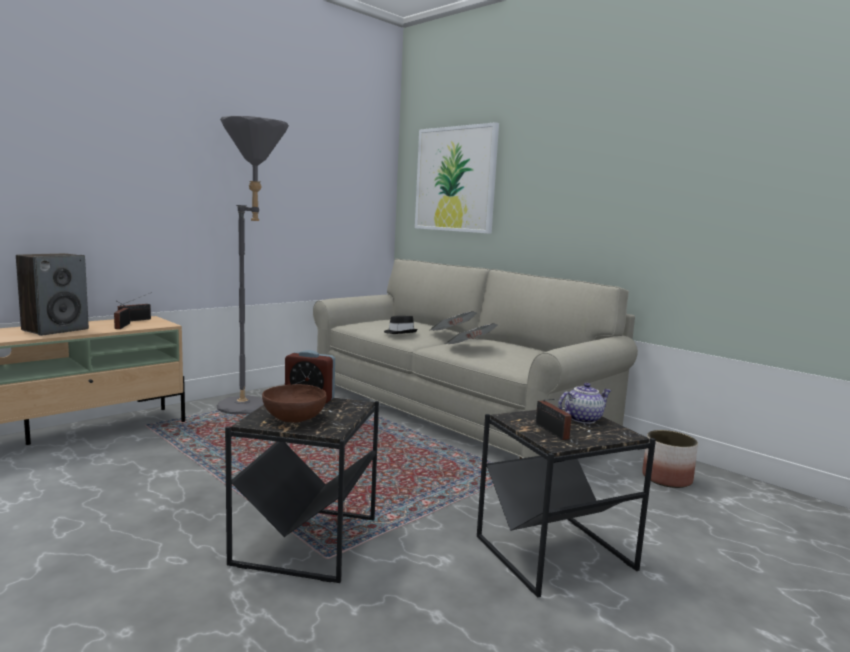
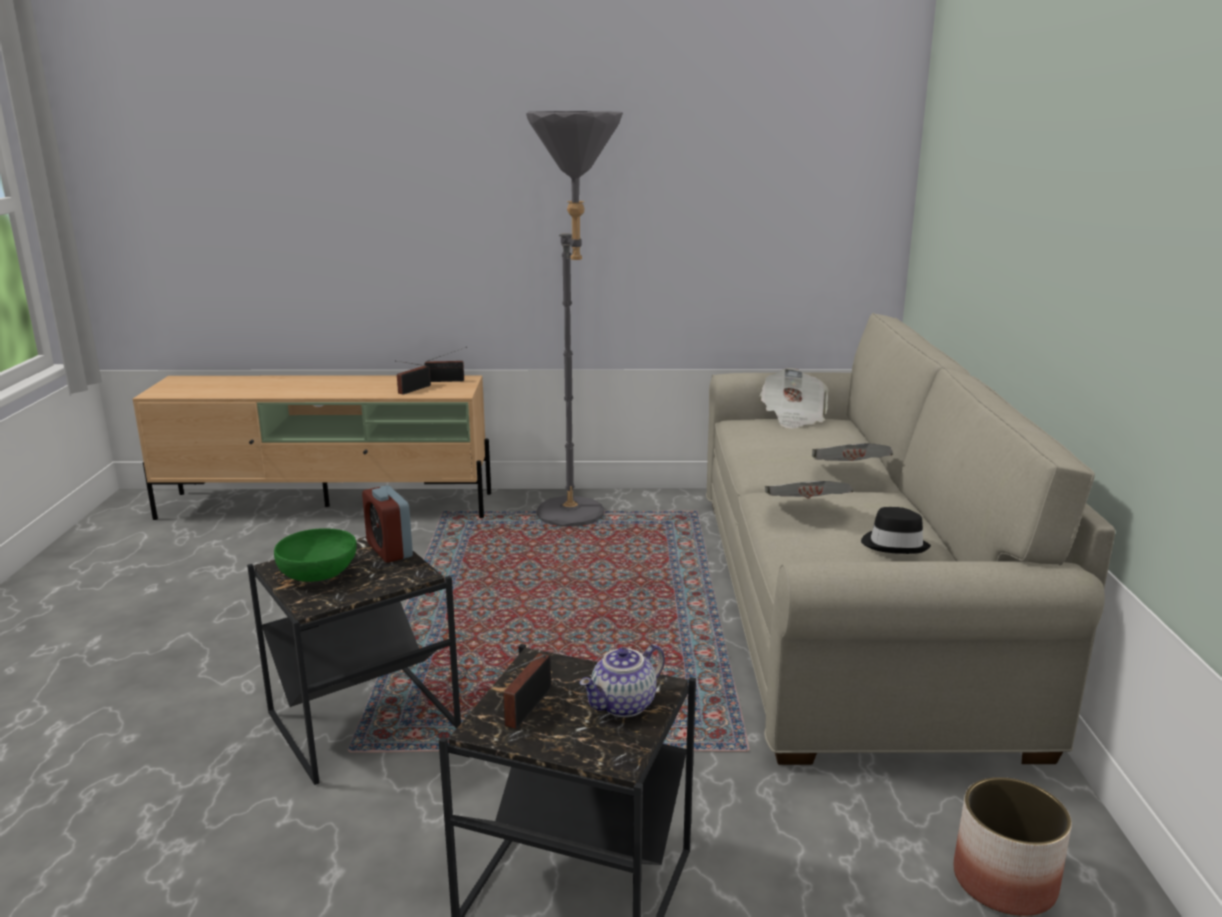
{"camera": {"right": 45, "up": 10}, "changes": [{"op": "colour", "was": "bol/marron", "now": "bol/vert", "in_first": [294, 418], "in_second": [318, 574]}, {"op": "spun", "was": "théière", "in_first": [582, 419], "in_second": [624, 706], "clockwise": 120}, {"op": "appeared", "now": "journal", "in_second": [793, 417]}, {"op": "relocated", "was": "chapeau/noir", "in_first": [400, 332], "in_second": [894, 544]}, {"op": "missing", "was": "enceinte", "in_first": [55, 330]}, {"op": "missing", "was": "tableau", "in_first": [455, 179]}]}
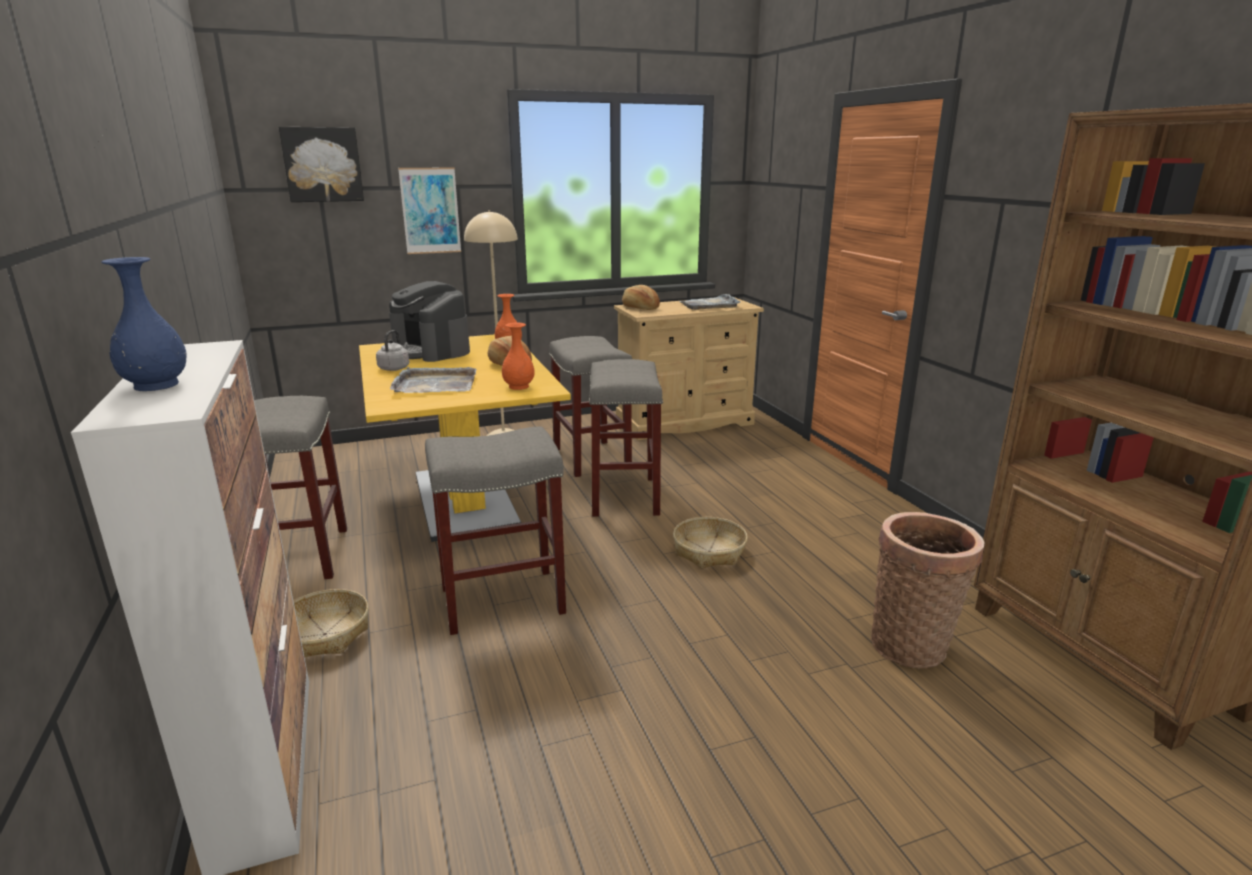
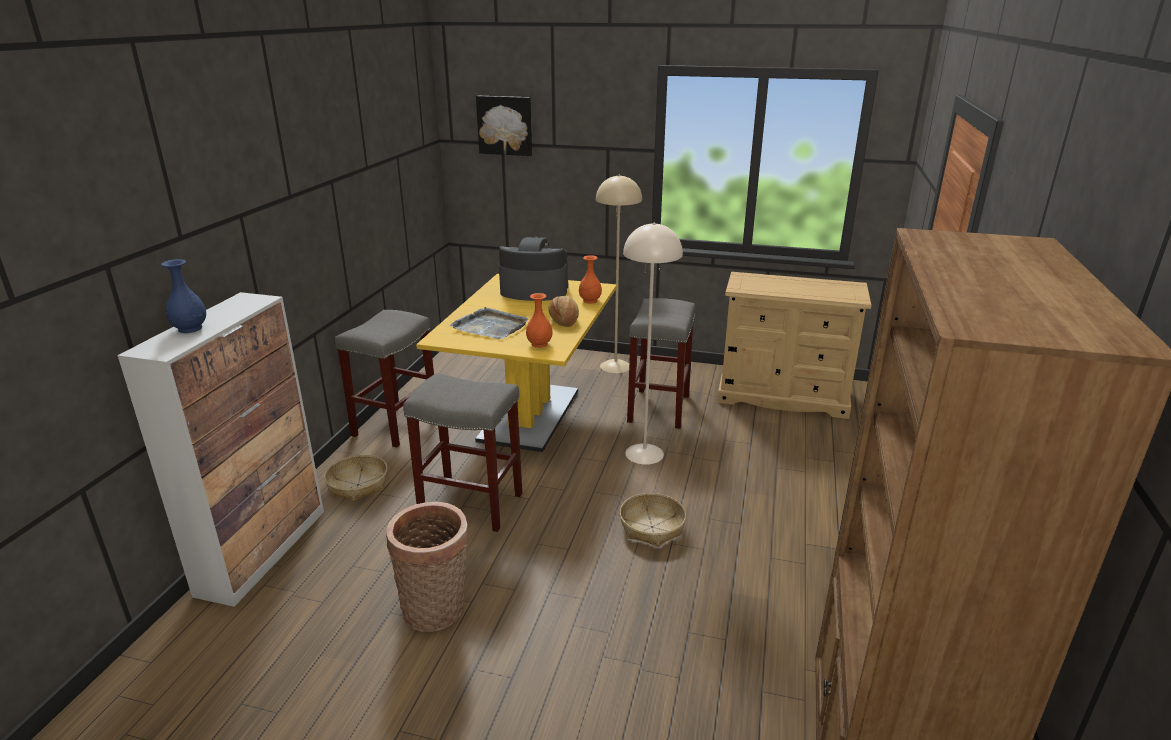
{"camera": {"right": 35, "up": 5}, "changes": [{"op": "relocated", "was": "panier", "in_first": [912, 644], "in_second": [437, 610]}, {"op": "spun", "was": "machine à café", "in_first": [431, 350], "in_second": [534, 291], "clockwise": 105}, {"op": "exchanged", "was": "tabouret/gris", "now": "lampadaire/beige", "in_first": [625, 497], "in_second": [644, 454]}, {"op": "missing", "was": "bouilloire/gris", "in_first": [395, 368]}, {"op": "missing", "was": "tableau", "in_first": [430, 211]}, {"op": "missing", "was": "pain", "in_first": [640, 307]}, {"op": "missing", "was": "plateau/gris", "in_first": [710, 305]}]}
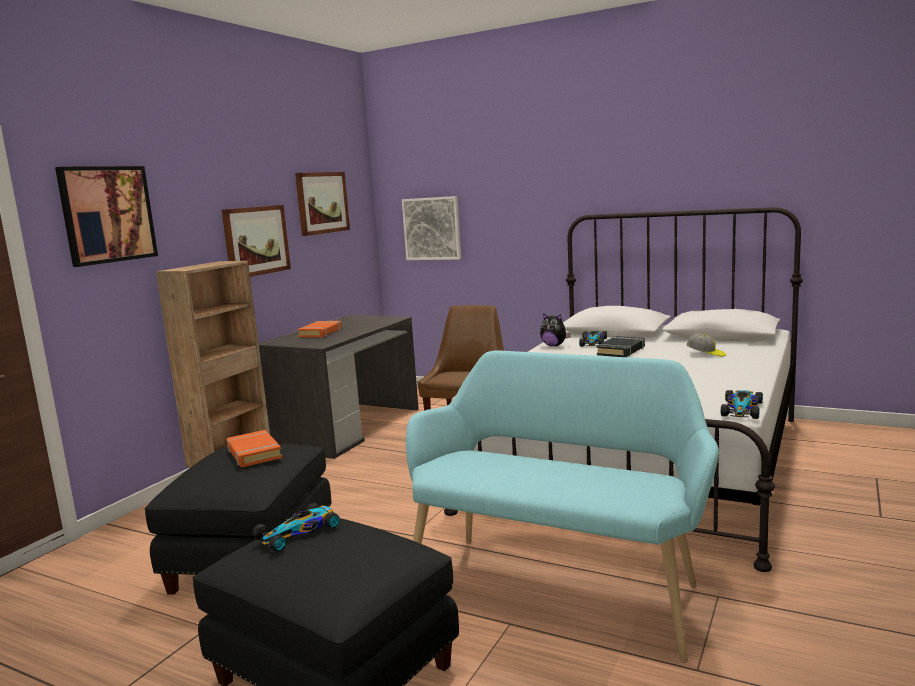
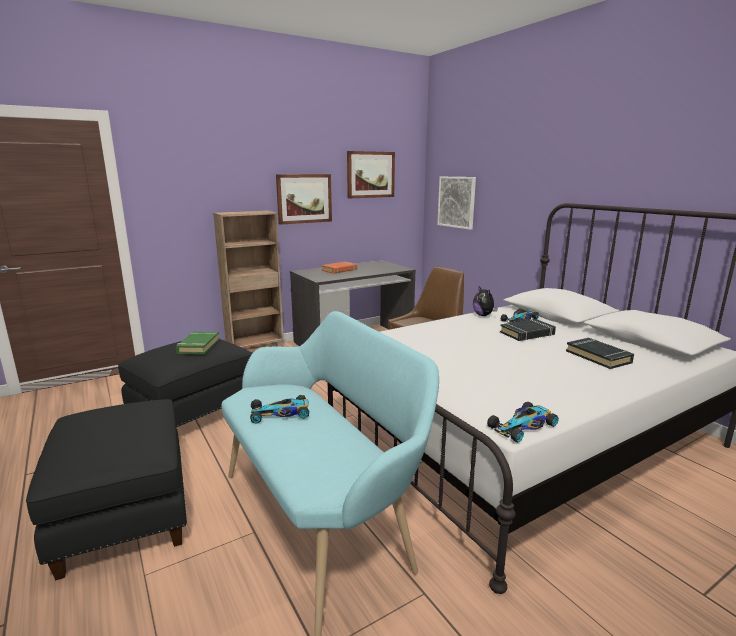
{"camera": {"right": 30, "up": 5}, "changes": [{"op": "colour", "was": "livre/orange", "now": "livre/vert", "in_first": [253, 453], "in_second": [198, 346]}, {"op": "relocated", "was": "petite voiture", "in_first": [299, 532], "in_second": [281, 413]}, {"op": "exchanged", "was": "casquette", "now": "livre/noir", "in_first": [706, 354], "in_second": [598, 357]}, {"op": "missing", "was": "tableau", "in_first": [107, 214]}]}
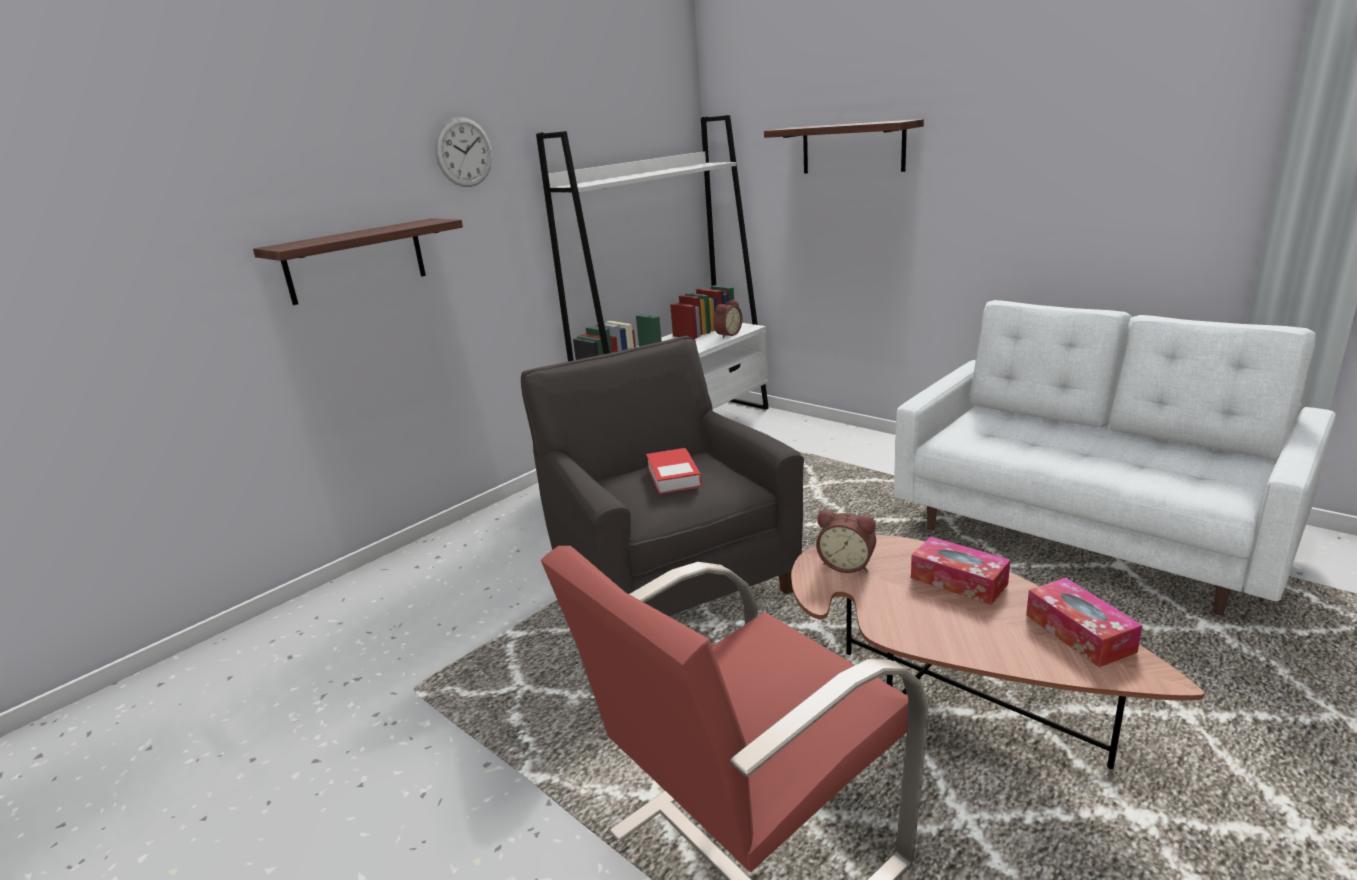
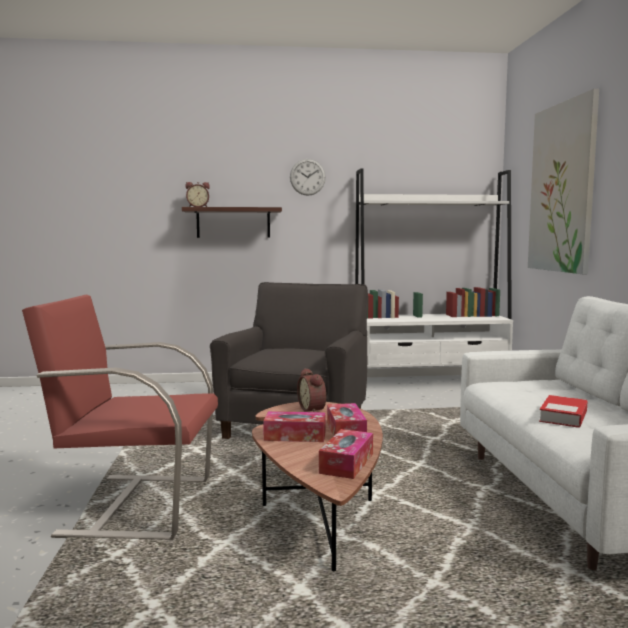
{"camera": {"right": 40, "up": -15}, "changes": [{"op": "relocated", "was": "réveil", "in_first": [727, 334], "in_second": [198, 207]}, {"op": "appeared", "now": "boîte à mouchoirs", "in_second": [295, 436]}, {"op": "exchanged", "was": "étagère", "now": "tableau", "in_first": [852, 148], "in_second": [562, 188]}, {"op": "relocated", "was": "livre", "in_first": [673, 476], "in_second": [563, 416]}]}
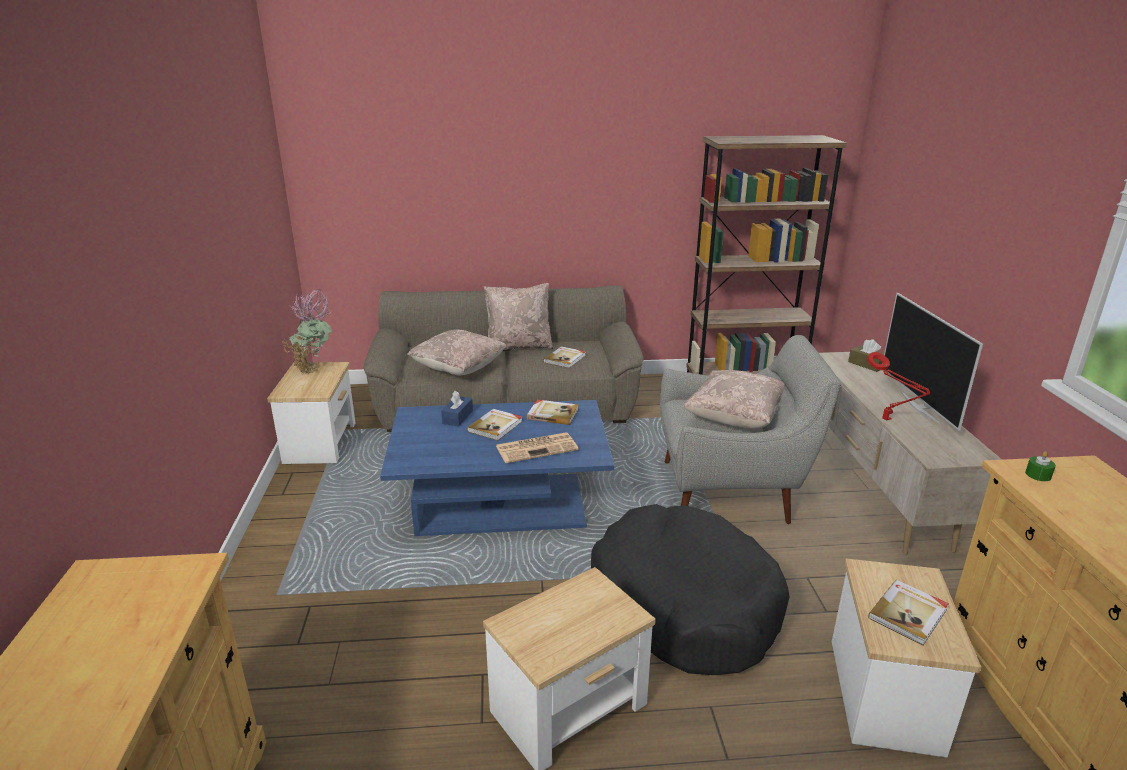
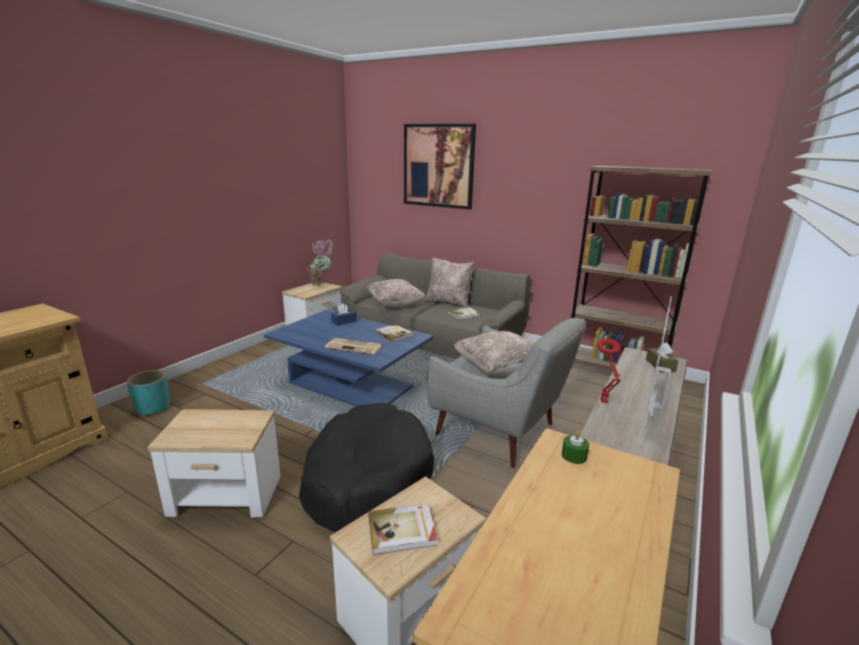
{"camera": {"right": 35, "up": -5}, "changes": [{"op": "appeared", "now": "cache-pot/turquoise", "in_second": [153, 408]}, {"op": "appeared", "now": "tableau", "in_second": [438, 166]}, {"op": "missing", "was": "livre", "in_first": [496, 426]}]}
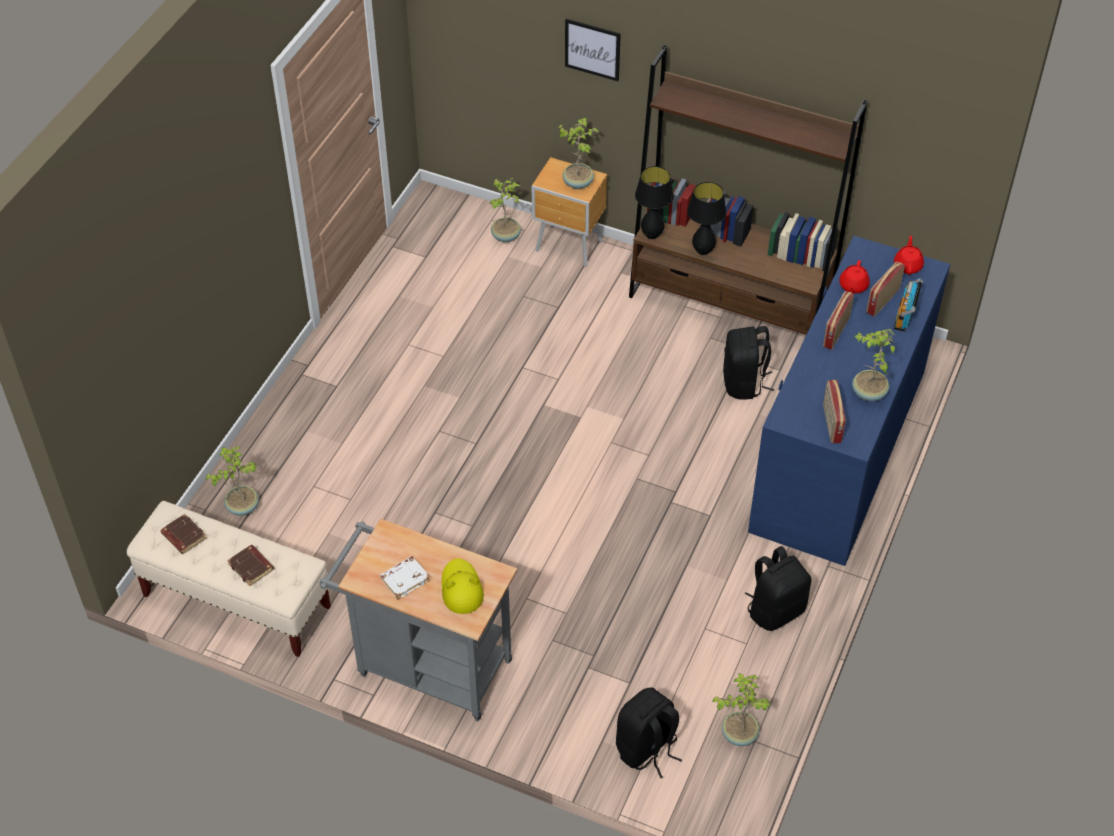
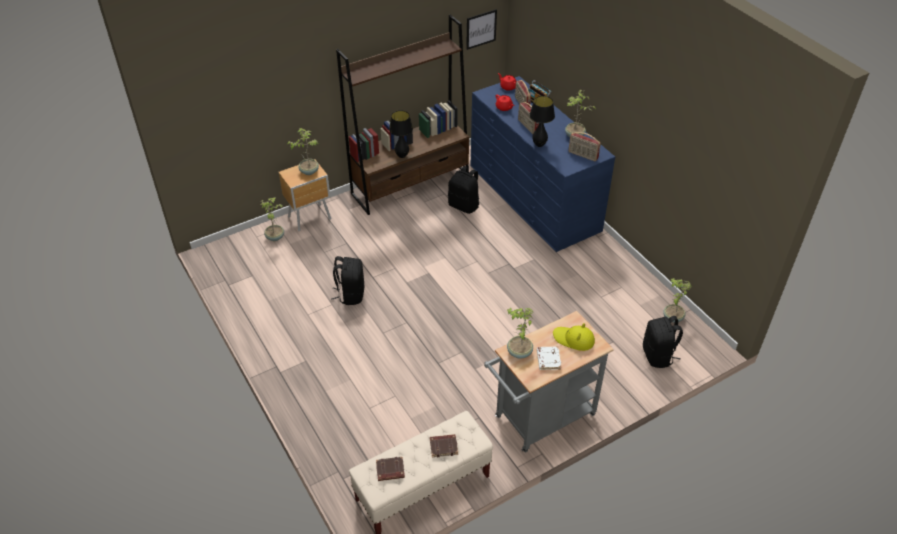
{"camera": {"right": -55, "up": -5}, "changes": [{"op": "relocated", "was": "sac à dos/noir", "in_first": [775, 610], "in_second": [350, 294]}, {"op": "relocated", "was": "tableau", "in_first": [592, 49], "in_second": [481, 29]}, {"op": "relocated", "was": "plante en pot", "in_first": [242, 506], "in_second": [518, 352]}, {"op": "relocated", "was": "lampe de table/noir", "in_first": [652, 235], "in_second": [539, 145]}]}
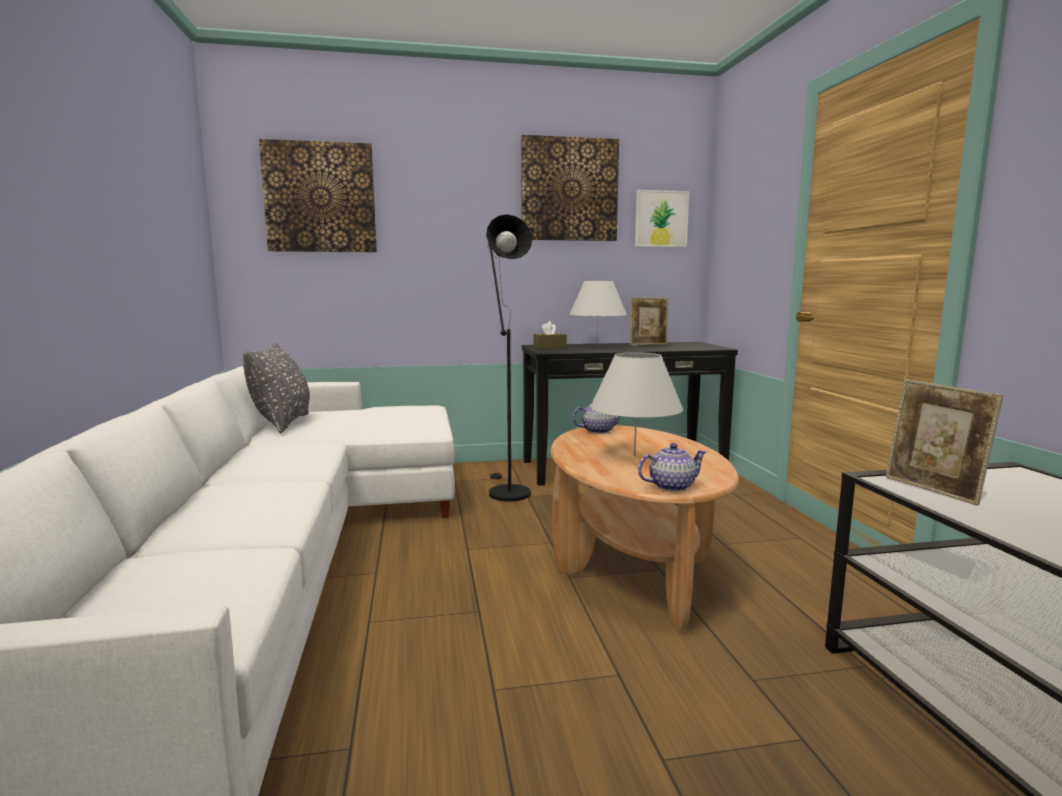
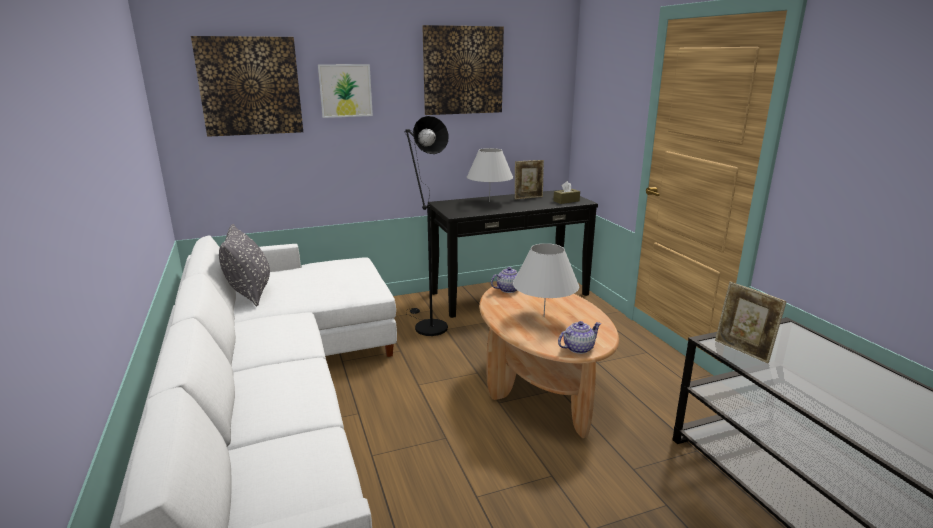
{"camera": {"right": -10, "up": 10}, "changes": [{"op": "relocated", "was": "tableau", "in_first": [661, 219], "in_second": [345, 90]}, {"op": "relocated", "was": "boîte à mouchoirs/marron", "in_first": [549, 347], "in_second": [566, 201]}]}
